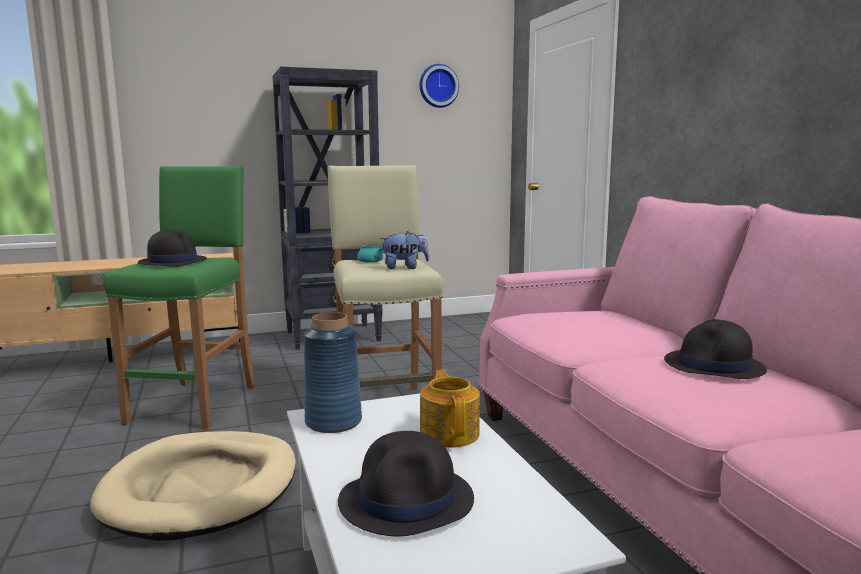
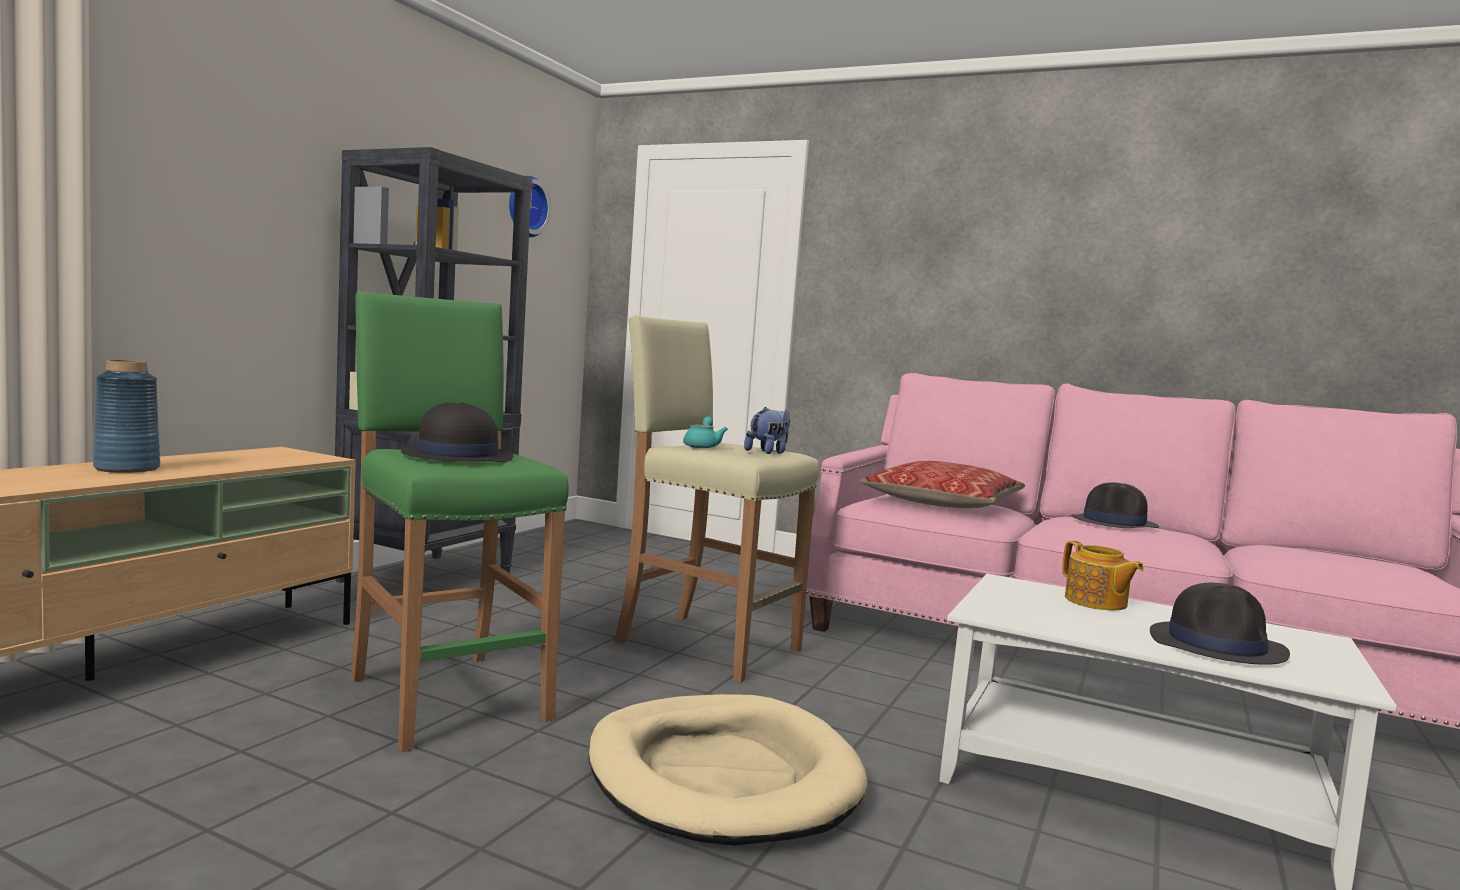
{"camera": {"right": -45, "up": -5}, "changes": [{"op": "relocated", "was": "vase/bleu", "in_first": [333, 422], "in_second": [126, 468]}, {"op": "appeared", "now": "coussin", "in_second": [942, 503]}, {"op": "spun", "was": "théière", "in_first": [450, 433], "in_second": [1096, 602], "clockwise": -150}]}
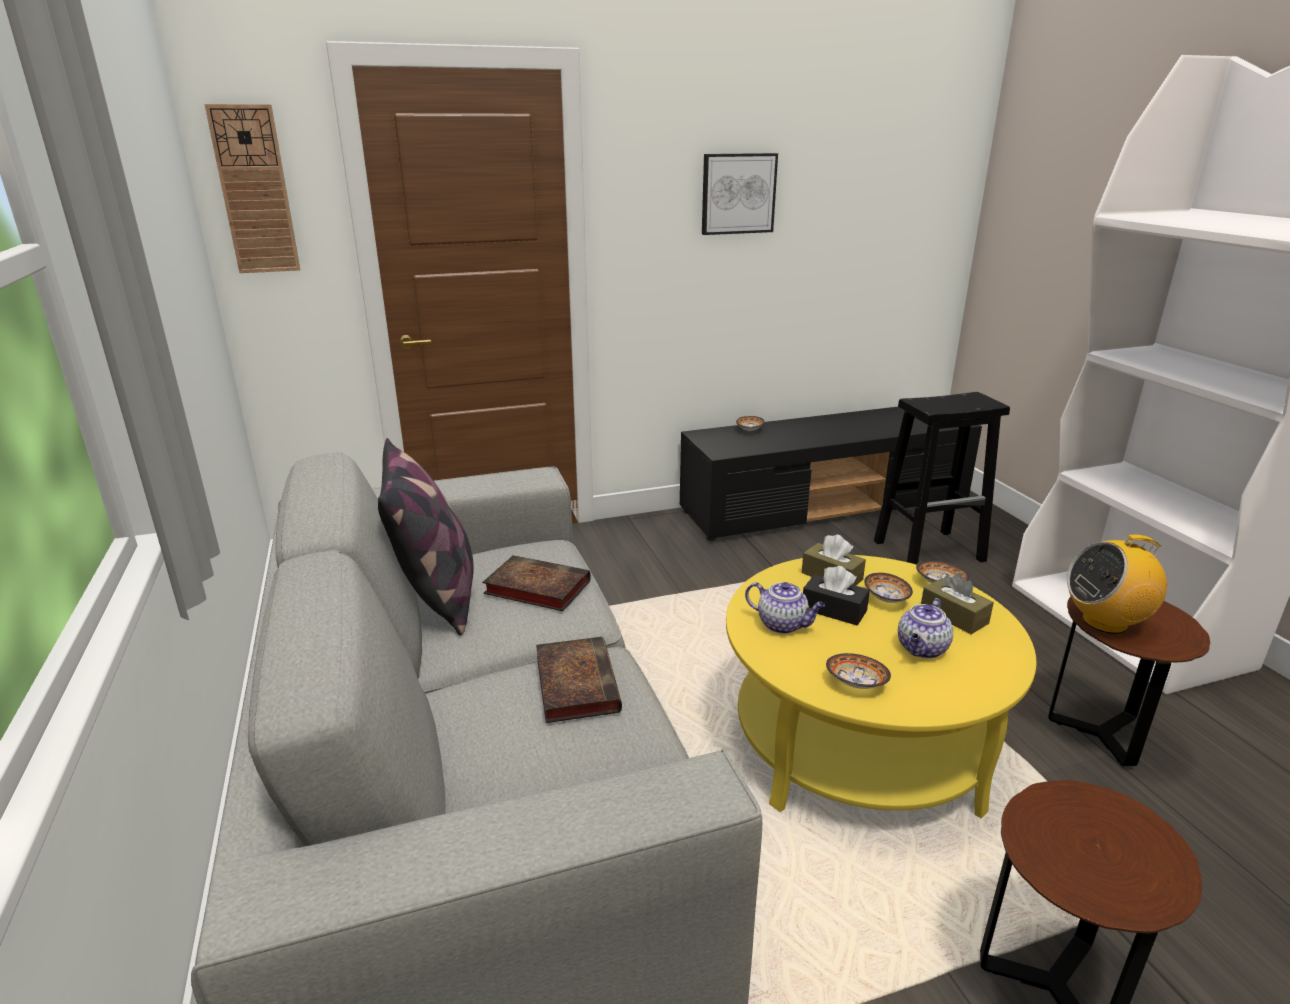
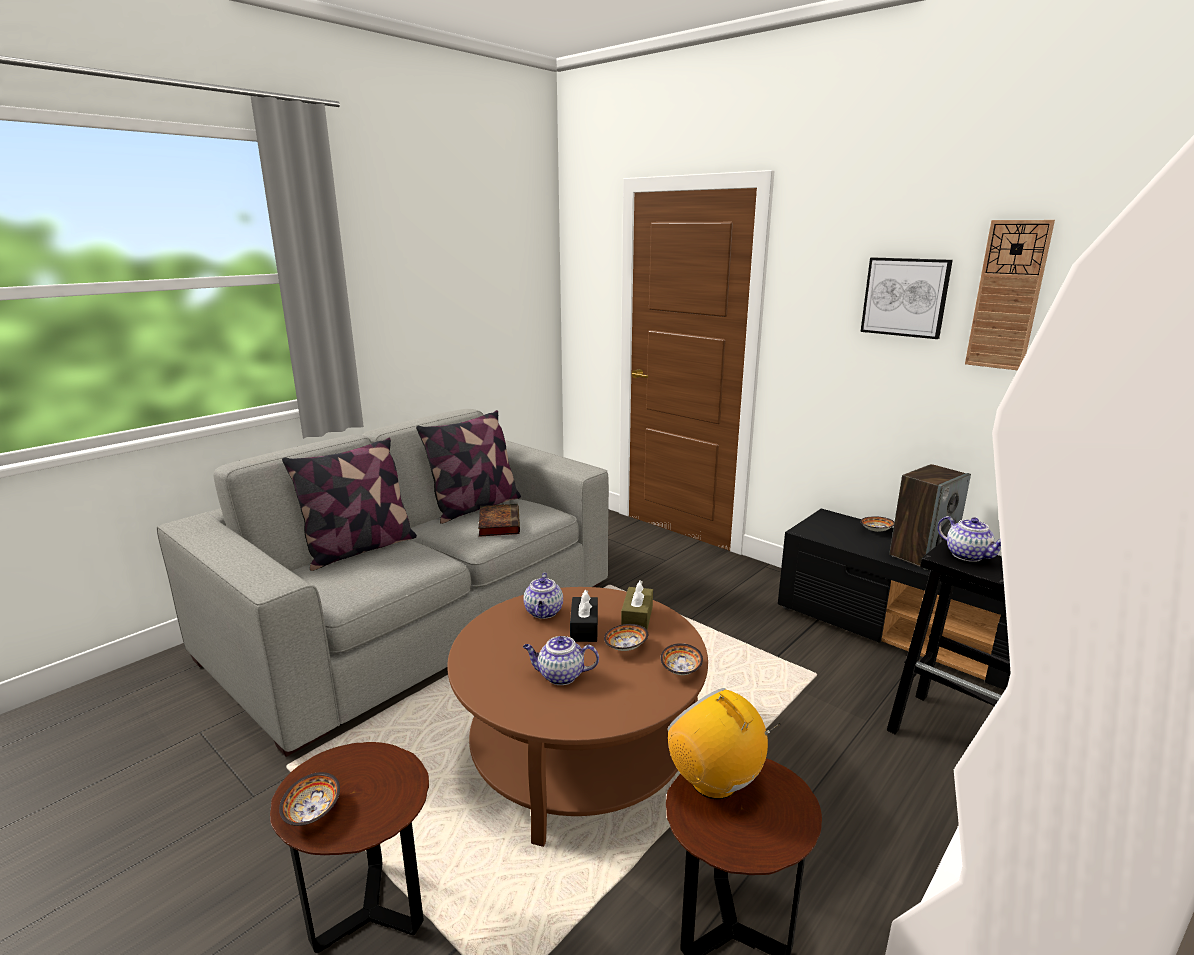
{"camera": {"right": 60, "up": -5}, "changes": [{"op": "relocated", "was": "bol", "in_first": [857, 684], "in_second": [311, 813]}, {"op": "appeared", "now": "coussin", "in_second": [360, 549]}, {"op": "colour", "was": "table basse/jaune", "now": "table basse/marron", "in_first": [858, 742], "in_second": [579, 753]}, {"op": "appeared", "now": "enceinte", "in_second": [921, 555]}, {"op": "appeared", "now": "théière", "in_second": [968, 555]}, {"op": "relocated", "was": "horloge murale", "in_first": [255, 191], "in_second": [1007, 296]}, {"op": "missing", "was": "livre", "in_first": [575, 682]}, {"op": "missing", "was": "boîte à mouchoirs/marron", "in_first": [954, 616]}]}
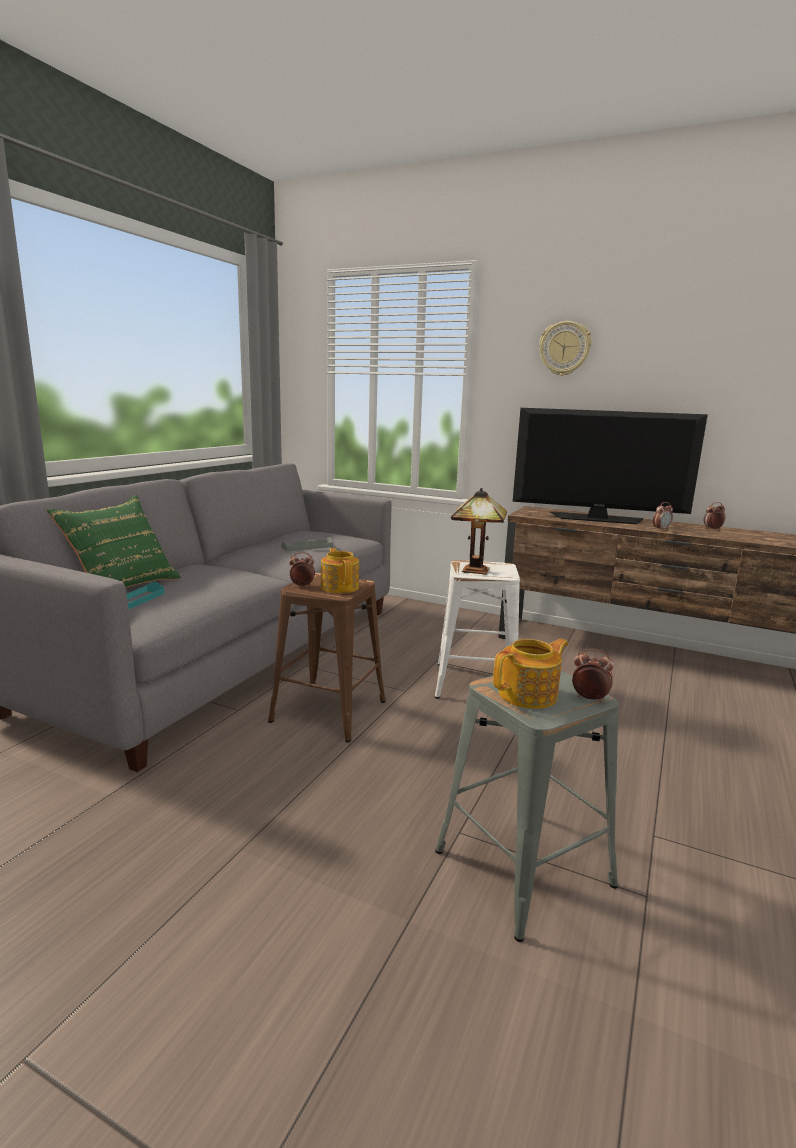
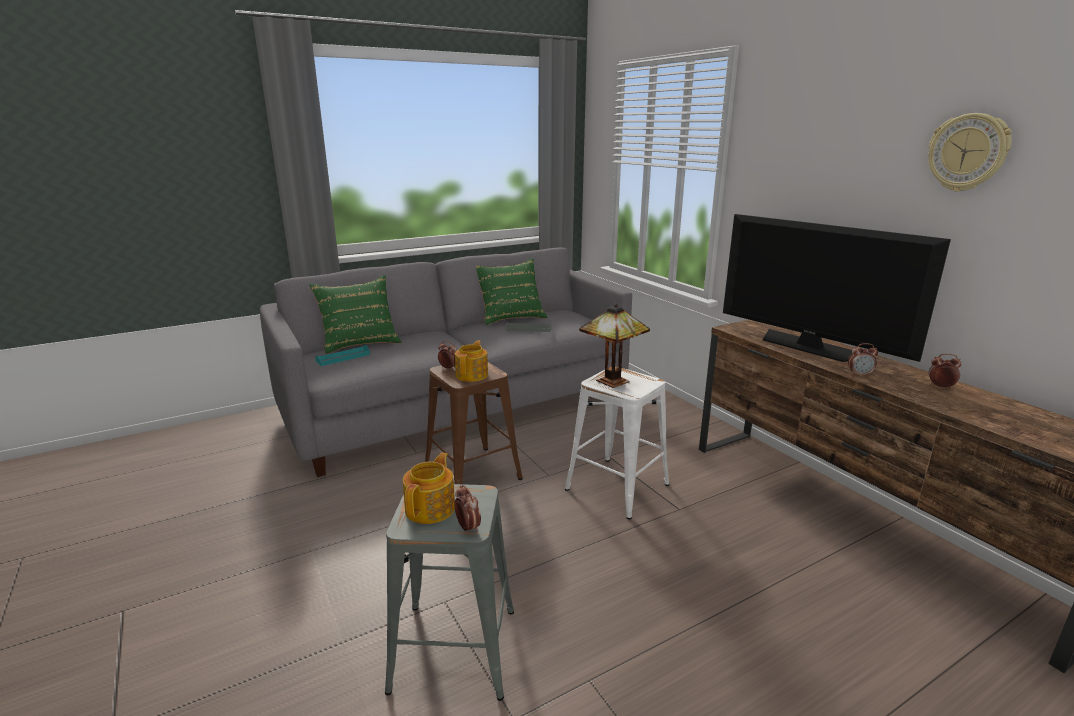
{"camera": {"right": 35, "up": 5}, "changes": [{"op": "spun", "was": "théière", "in_first": [529, 695], "in_second": [431, 508], "clockwise": -75}, {"op": "appeared", "now": "coussin/vert", "in_second": [510, 317]}, {"op": "relocated", "was": "horloge murale", "in_first": [564, 348], "in_second": [967, 153]}]}
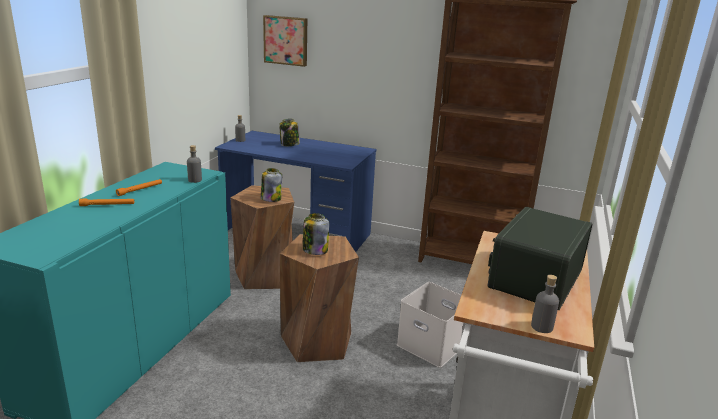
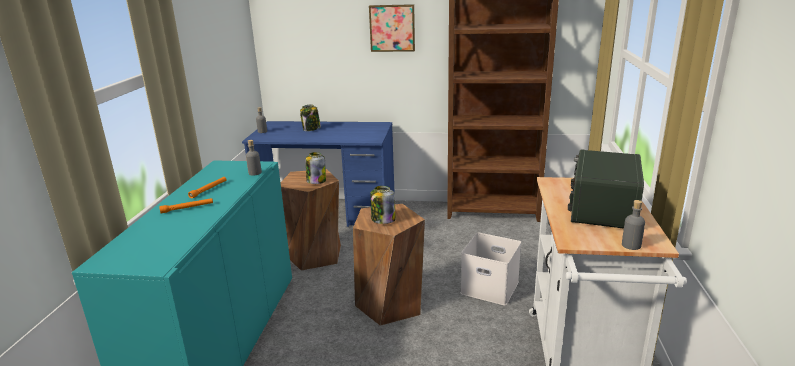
{"camera": {"right": -10, "up": 0}, "changes": [{"op": "relocated", "was": "tableau", "in_first": [286, 40], "in_second": [392, 28]}]}
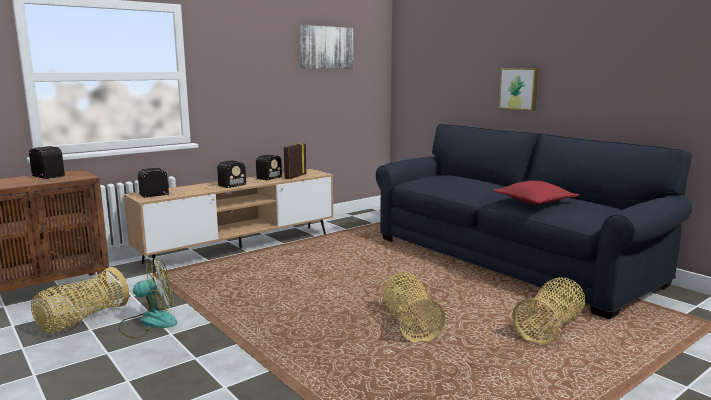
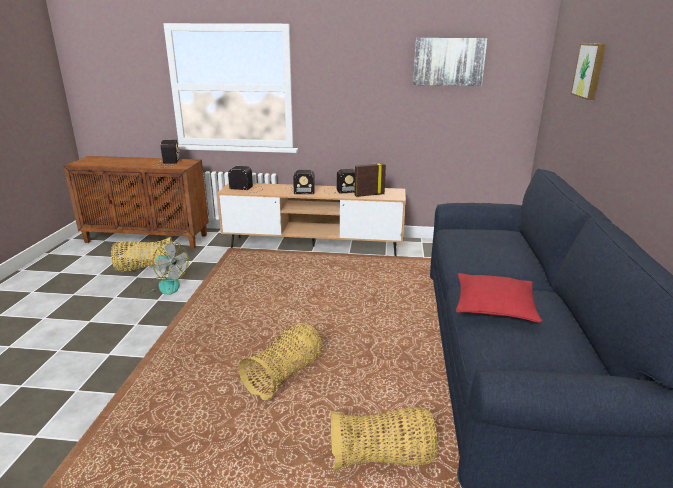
{"camera": {"right": 45, "up": 10}, "changes": [{"op": "relocated", "was": "tableau", "in_first": [519, 89], "in_second": [590, 70]}]}
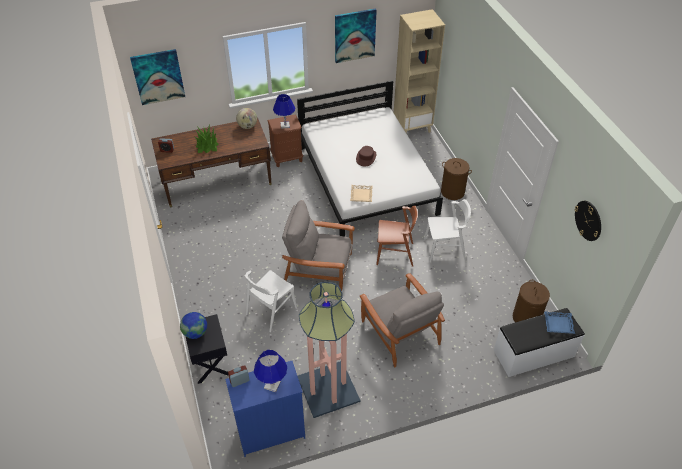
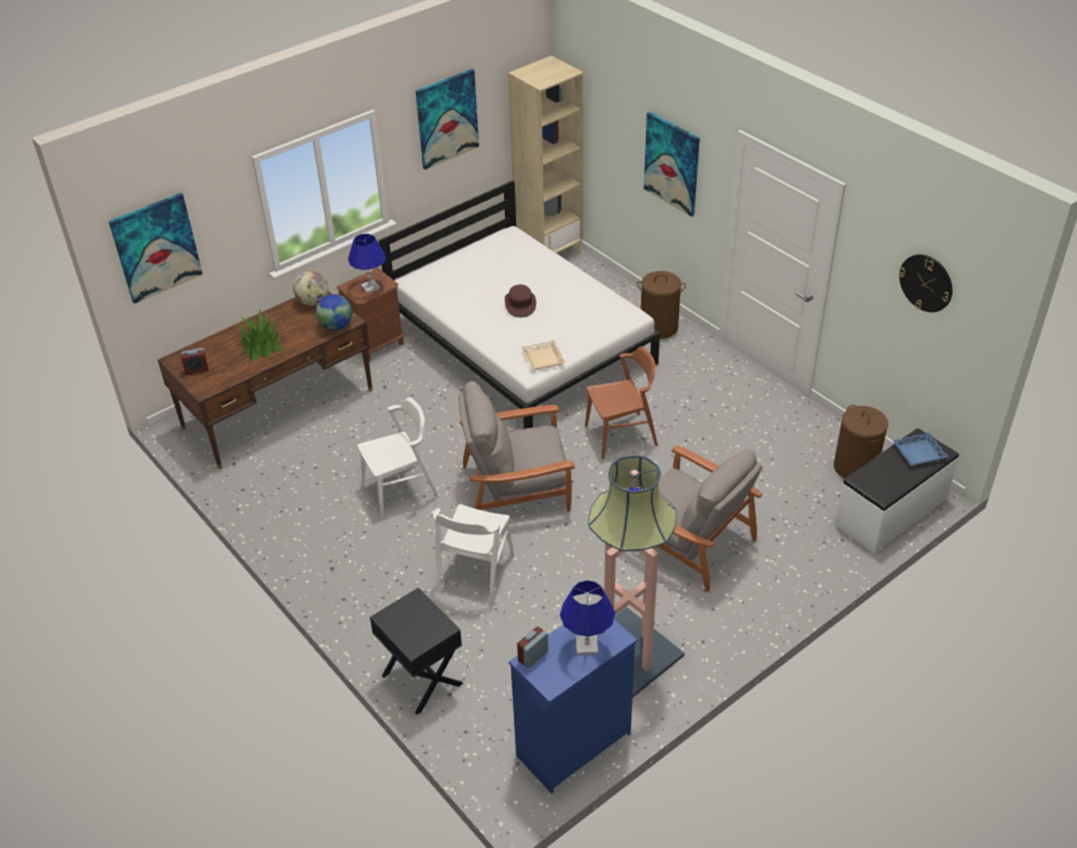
{"camera": {"right": -20, "up": -5}, "changes": [{"op": "relocated", "was": "globe", "in_first": [195, 333], "in_second": [336, 326]}, {"op": "relocated", "was": "chaise/blanc", "in_first": [444, 249], "in_second": [400, 490]}, {"op": "appeared", "now": "tableau", "in_second": [672, 163]}]}
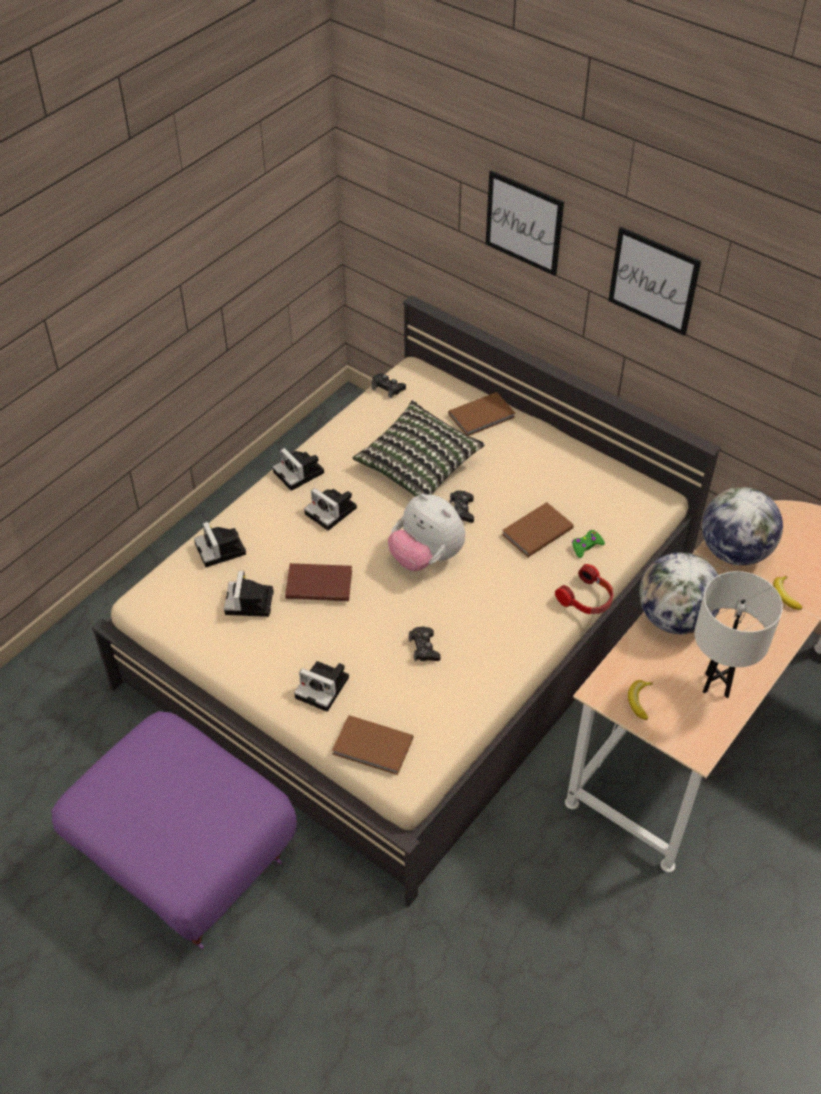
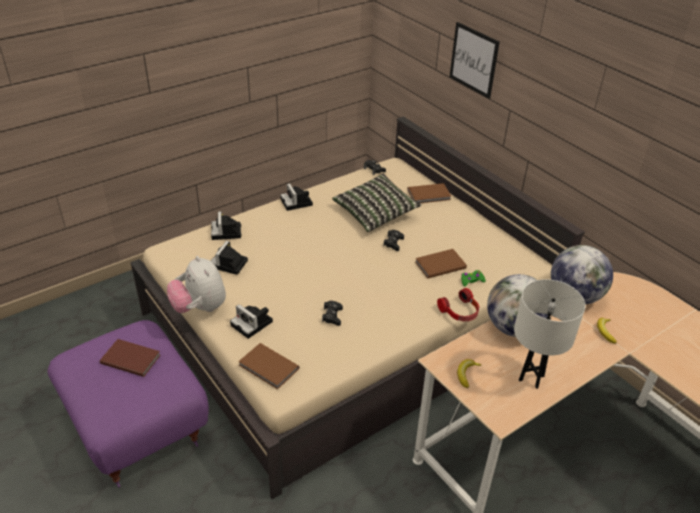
{"camera": {"right": 15, "up": -10}, "changes": [{"op": "relocated", "was": "livre/marron", "in_first": [318, 583], "in_second": [130, 358]}, {"op": "relocated", "was": "peluche", "in_first": [426, 557], "in_second": [200, 308]}, {"op": "missing", "was": "appareil photo", "in_first": [332, 511]}, {"op": "missing", "was": "tableau", "in_first": [653, 281]}]}
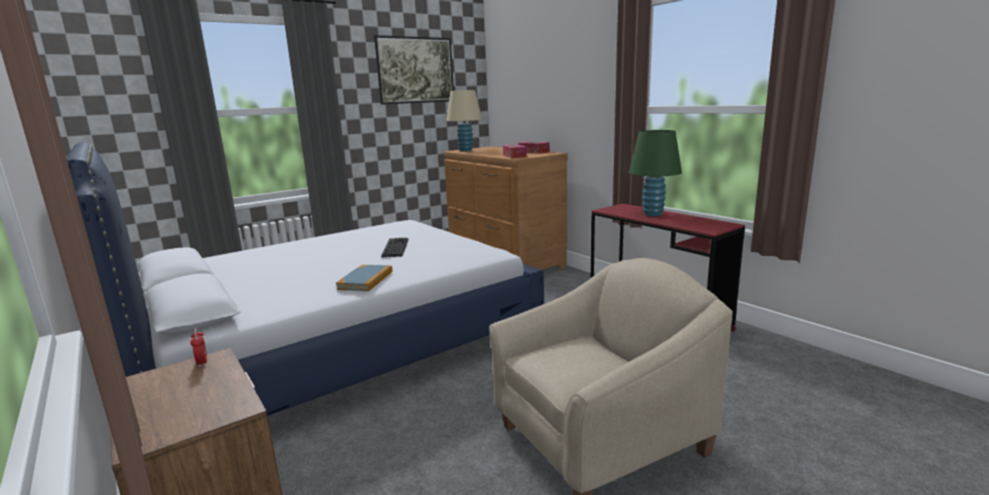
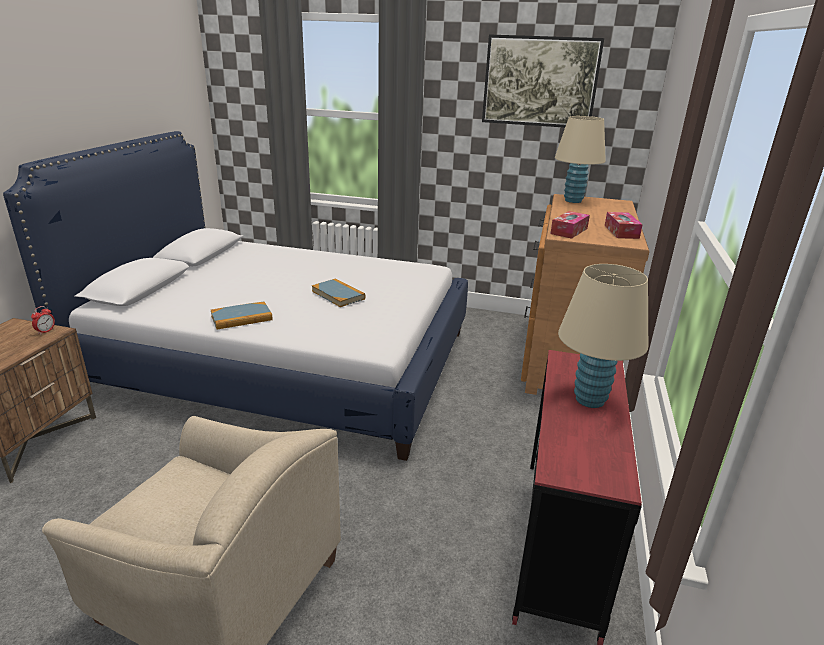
{"camera": {"right": 50, "up": 10}, "changes": [{"op": "exchanged", "was": "clavier", "now": "livre", "in_first": [394, 247], "in_second": [338, 295]}, {"op": "colour", "was": "lampe de table/vert", "now": "lampe de table/beige", "in_first": [652, 214], "in_second": [589, 400]}]}
